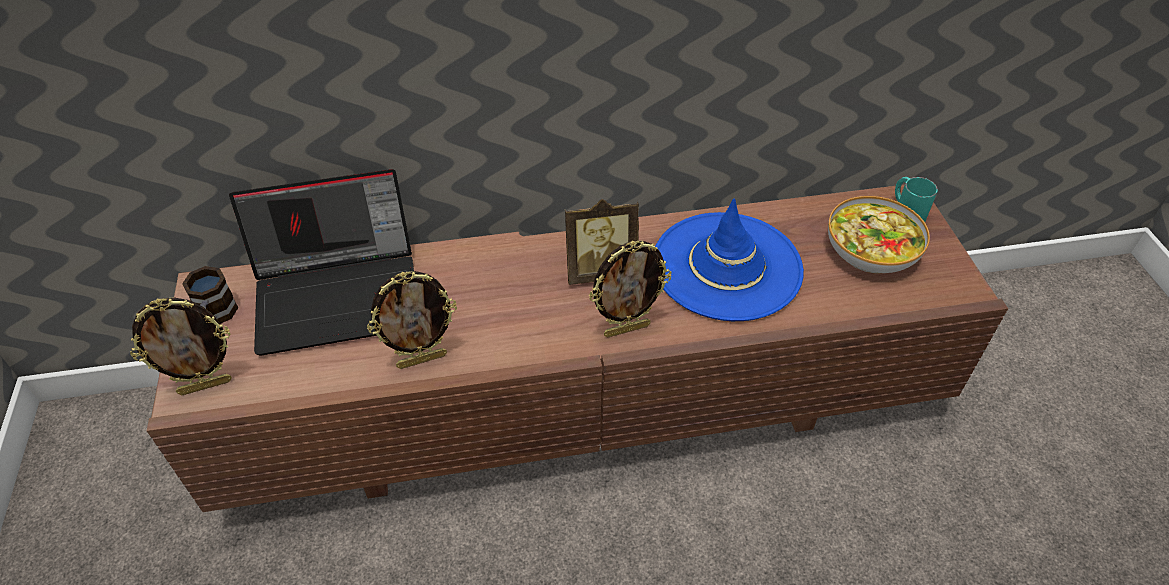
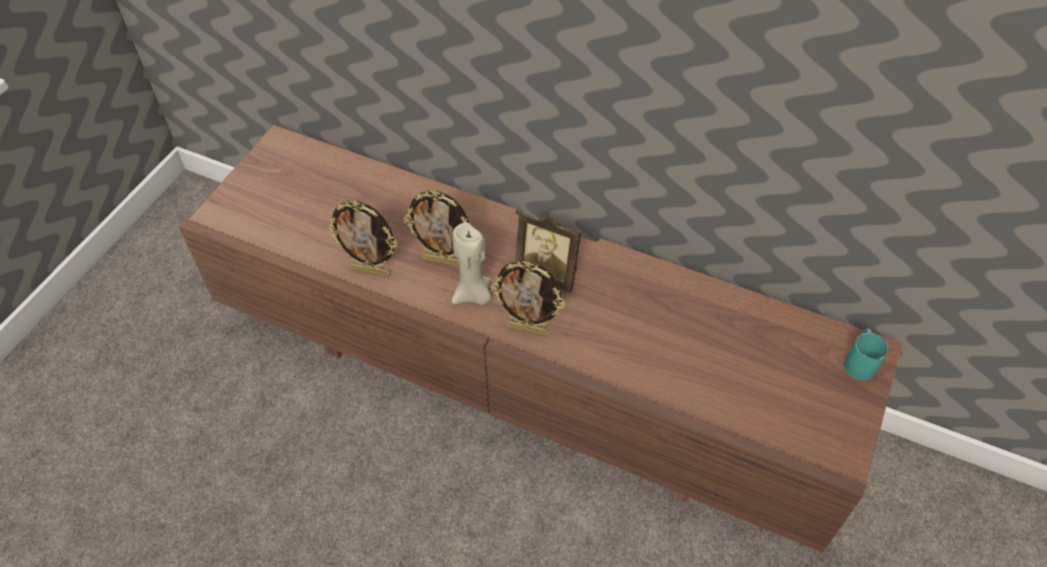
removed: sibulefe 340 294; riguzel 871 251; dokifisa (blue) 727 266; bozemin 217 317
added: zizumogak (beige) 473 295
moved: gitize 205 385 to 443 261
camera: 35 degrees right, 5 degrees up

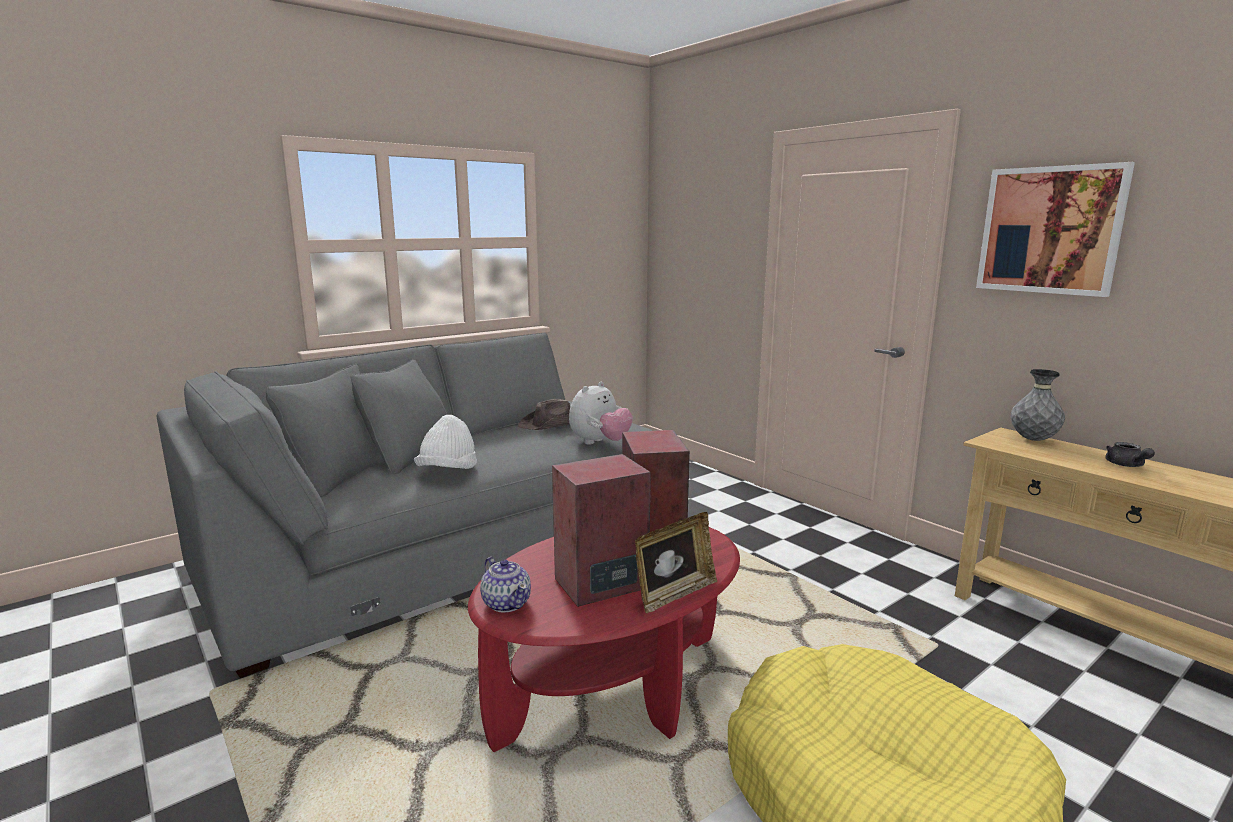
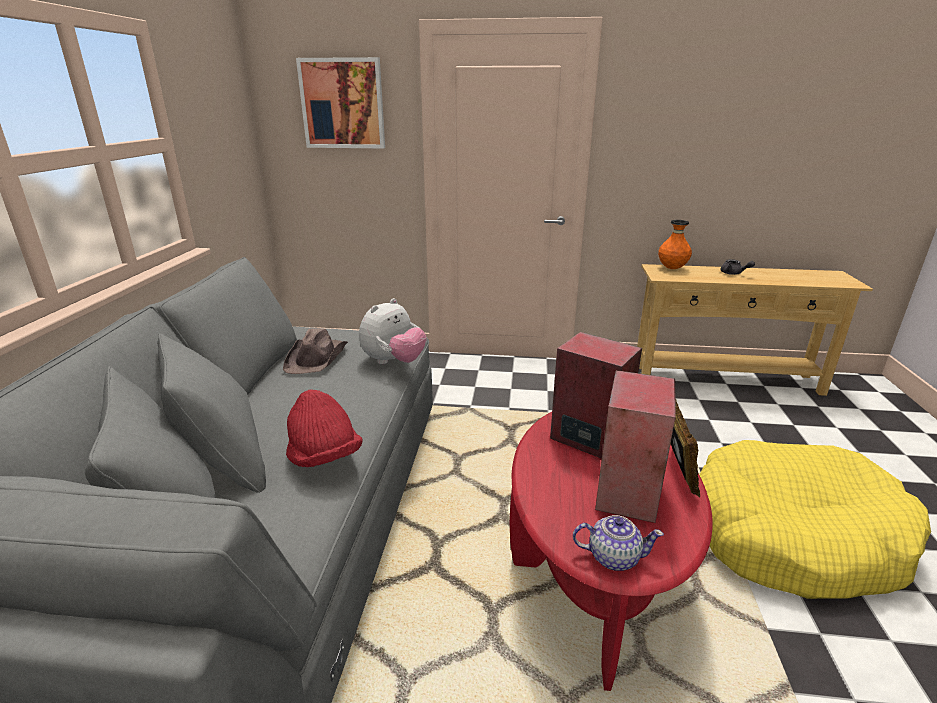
moved: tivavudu 1050 230 to 342 104
recoloured: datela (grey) 1033 439 to datela (orange) 672 268; dokifisa (white) 448 472 to dokifisa (red) 324 457
turned: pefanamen 600 443 = 394 362 45 degrees clockwise
camera: 45 degrees left, 10 degrees up

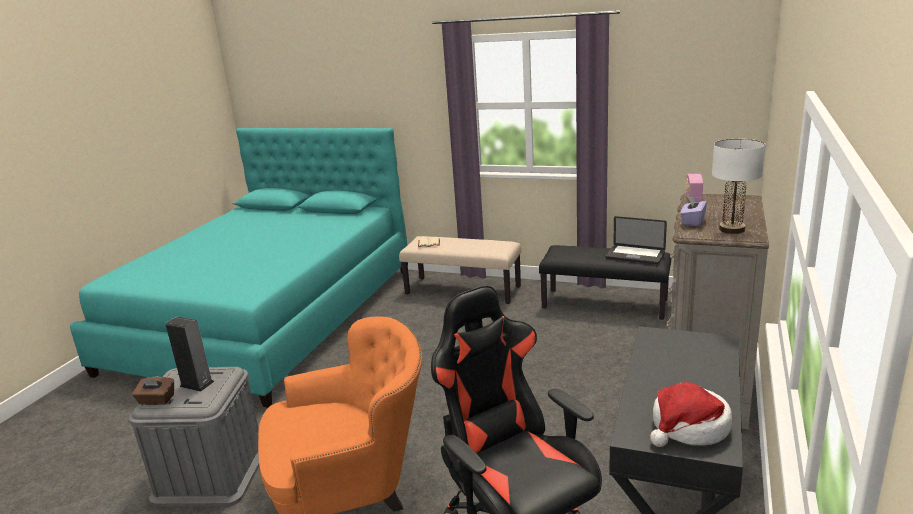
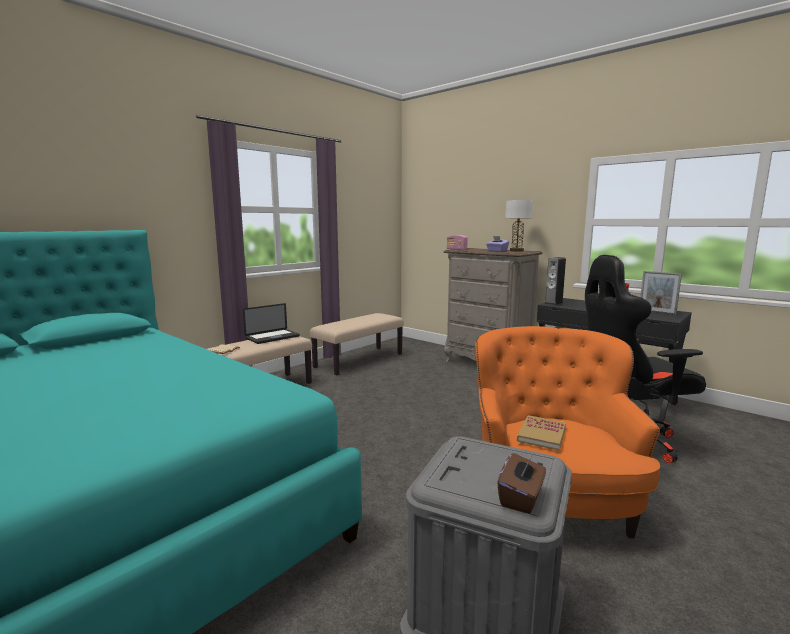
added: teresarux 541 434
moved: sibulefe 635 255 to 272 337; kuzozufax 197 384 to 553 303
replaced: dokifisa 689 427 to gitize 657 312
recoloured: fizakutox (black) 605 304 to fizakutox (beige) 359 360
camera: 70 degrees left, 10 degrees down

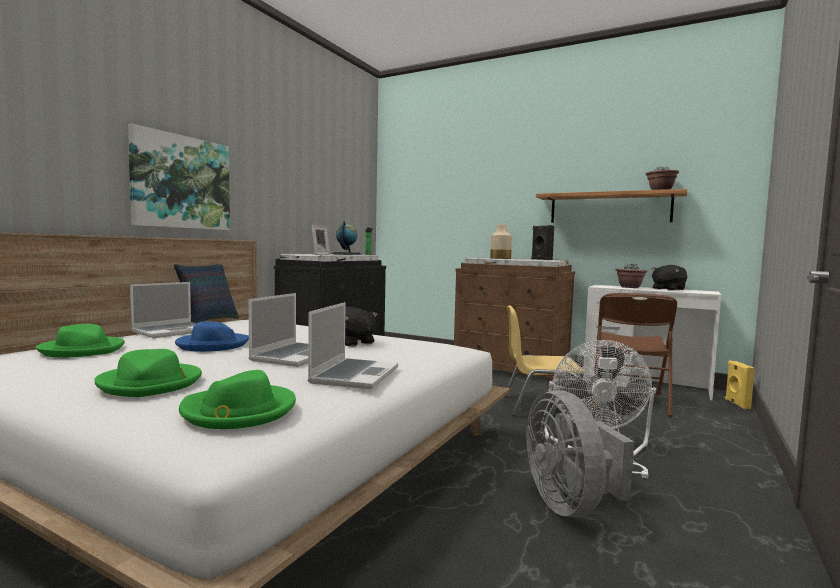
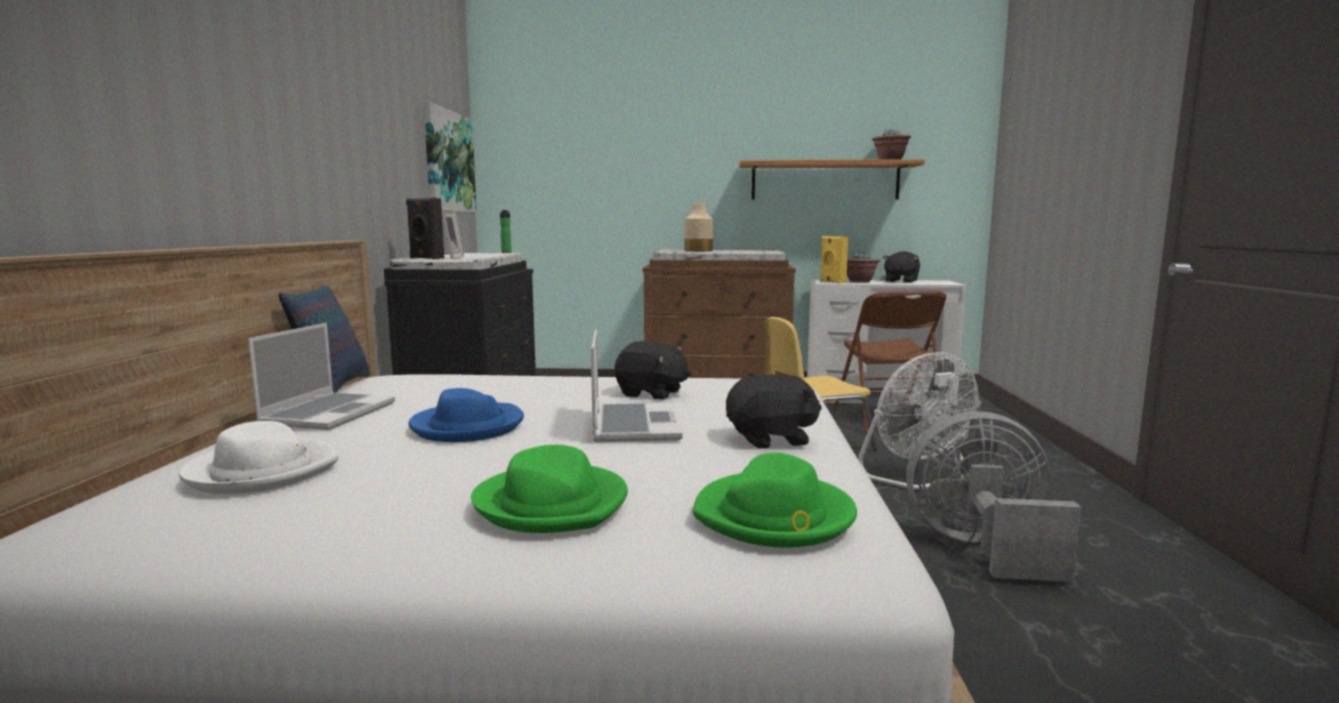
removed: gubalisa 346 254
moved: tivavudu 181 182 to 448 162; kuzozufax (black) 541 259 to 425 258; kuzozufax (yellow) 736 404 to 831 282
replaced: sibulefe 354 375 to pefanamen (black) 771 439
recoloured: dokifisa (green) 83 350 to dokifisa (white) 262 471
turned: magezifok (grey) 570 504 = 981 548 135 degrees clockwise
camera: 25 degrees left, 5 degrees up

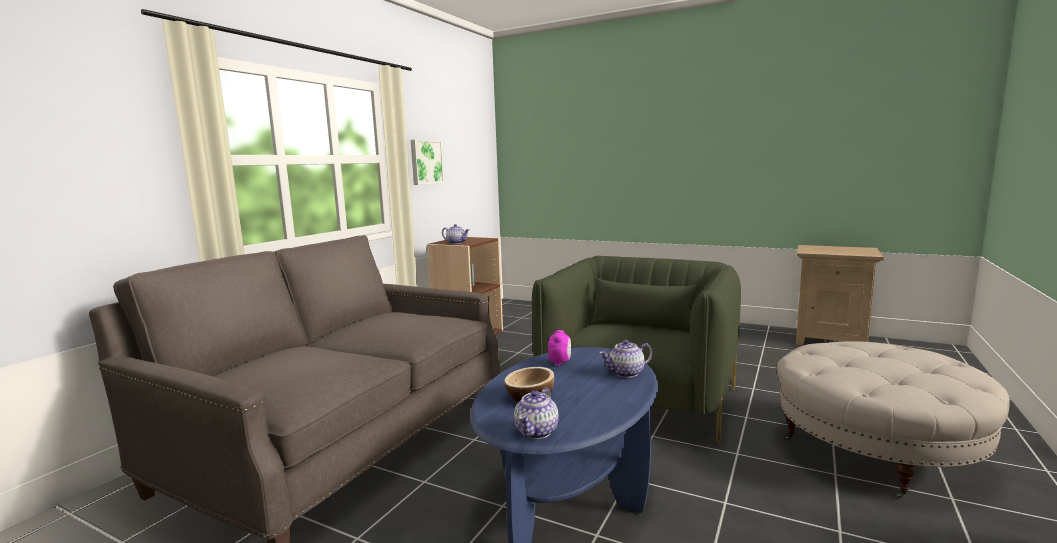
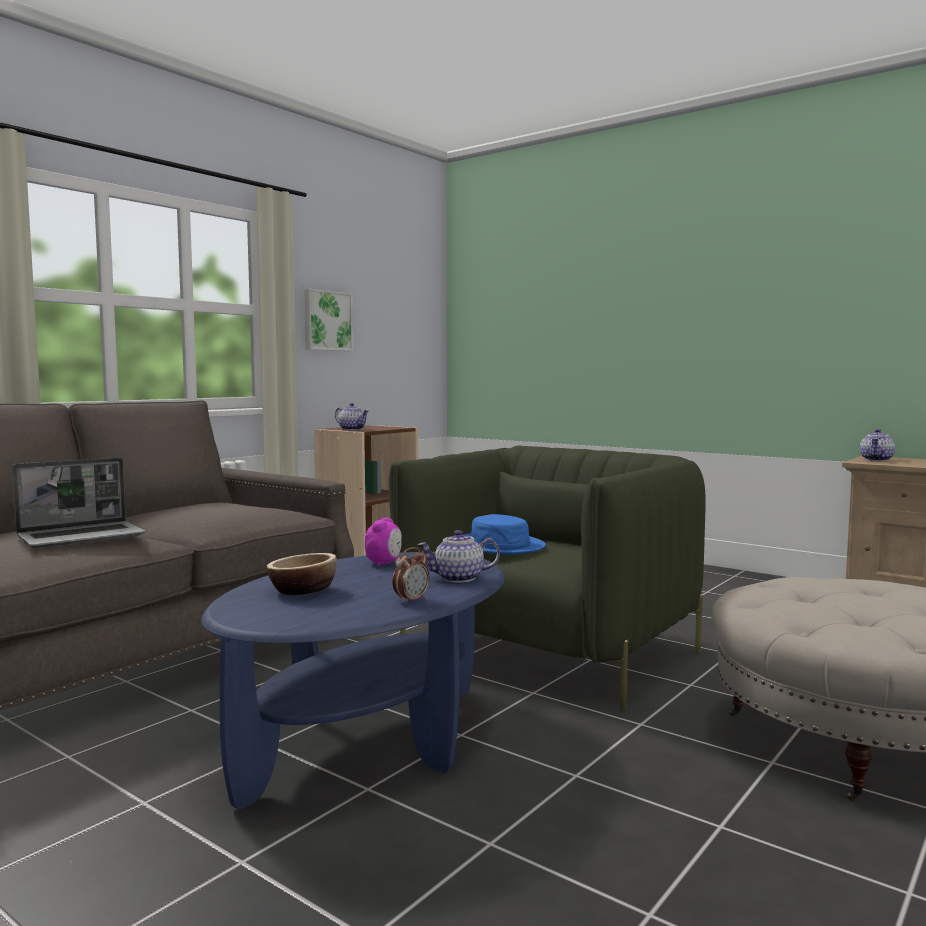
added: sibulefe 82 537; dokifisa (blue) 500 545; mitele 411 600
moved: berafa 537 432 to 877 459
camera: 10 degrees right, 5 degrees down

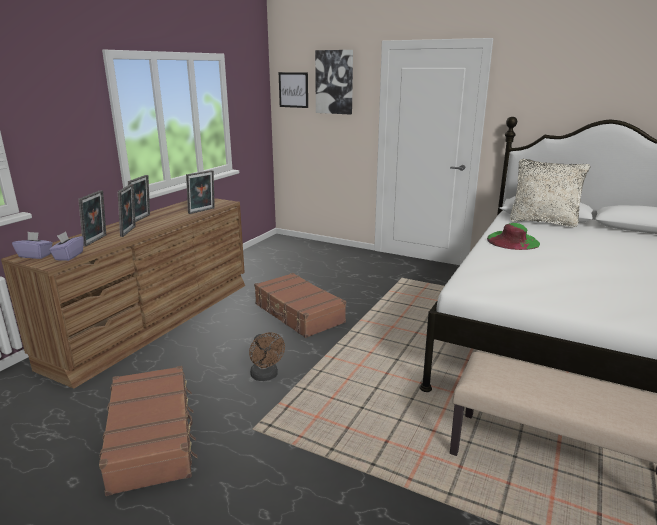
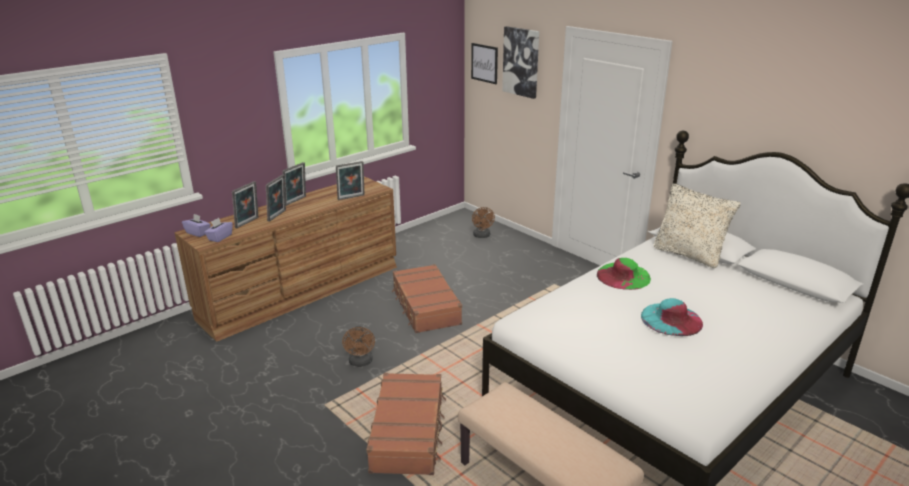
added: magezifok (brown) 482 236; dokifisa (turquoise) 671 319
moved: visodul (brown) 152 437 to 408 432
camera: 20 degrees right, 5 degrees up

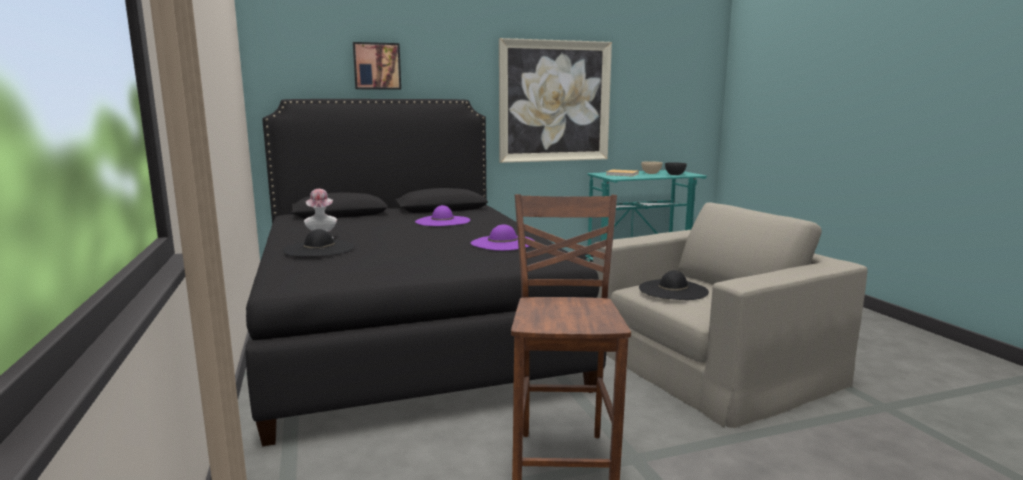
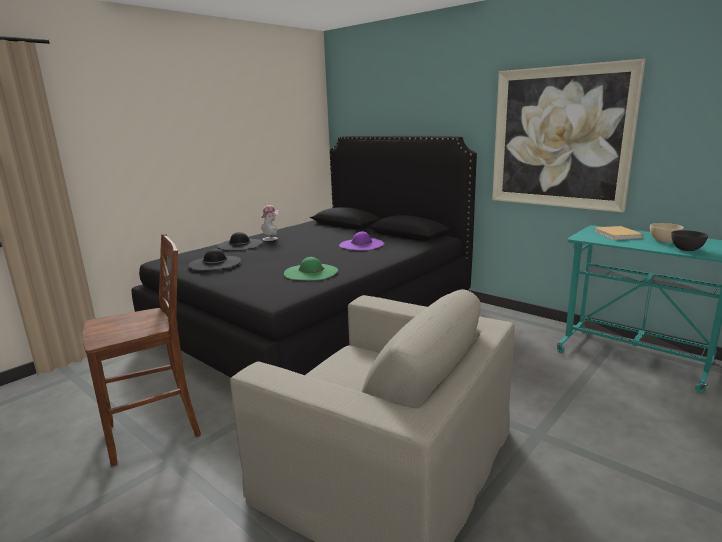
removed: tivavudu 377 66
moved: dokifisa (black) 673 290 to 215 263
recoloured: dokifisa (purple) 503 243 to dokifisa (green) 311 272
camera: 60 degrees right, 5 degrees up

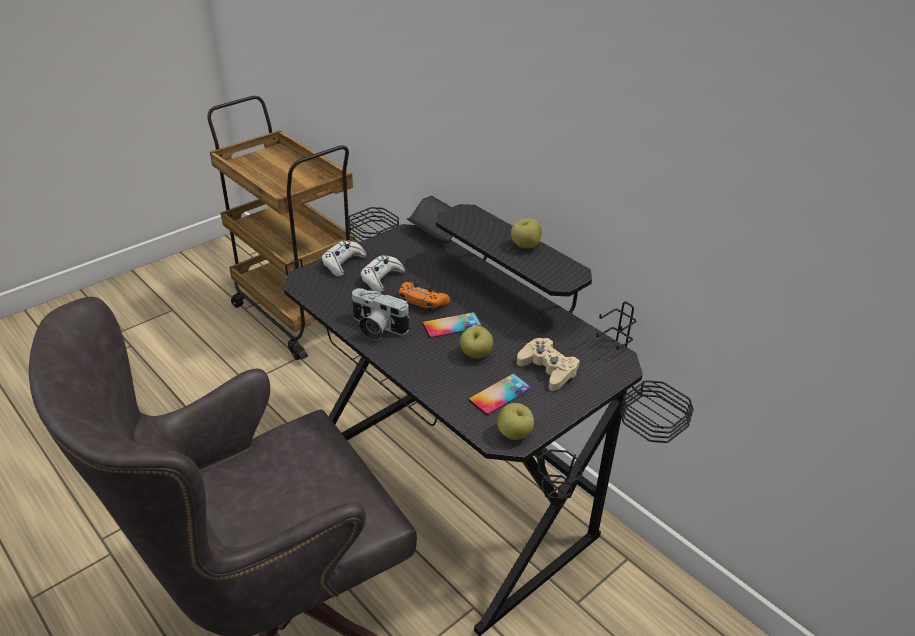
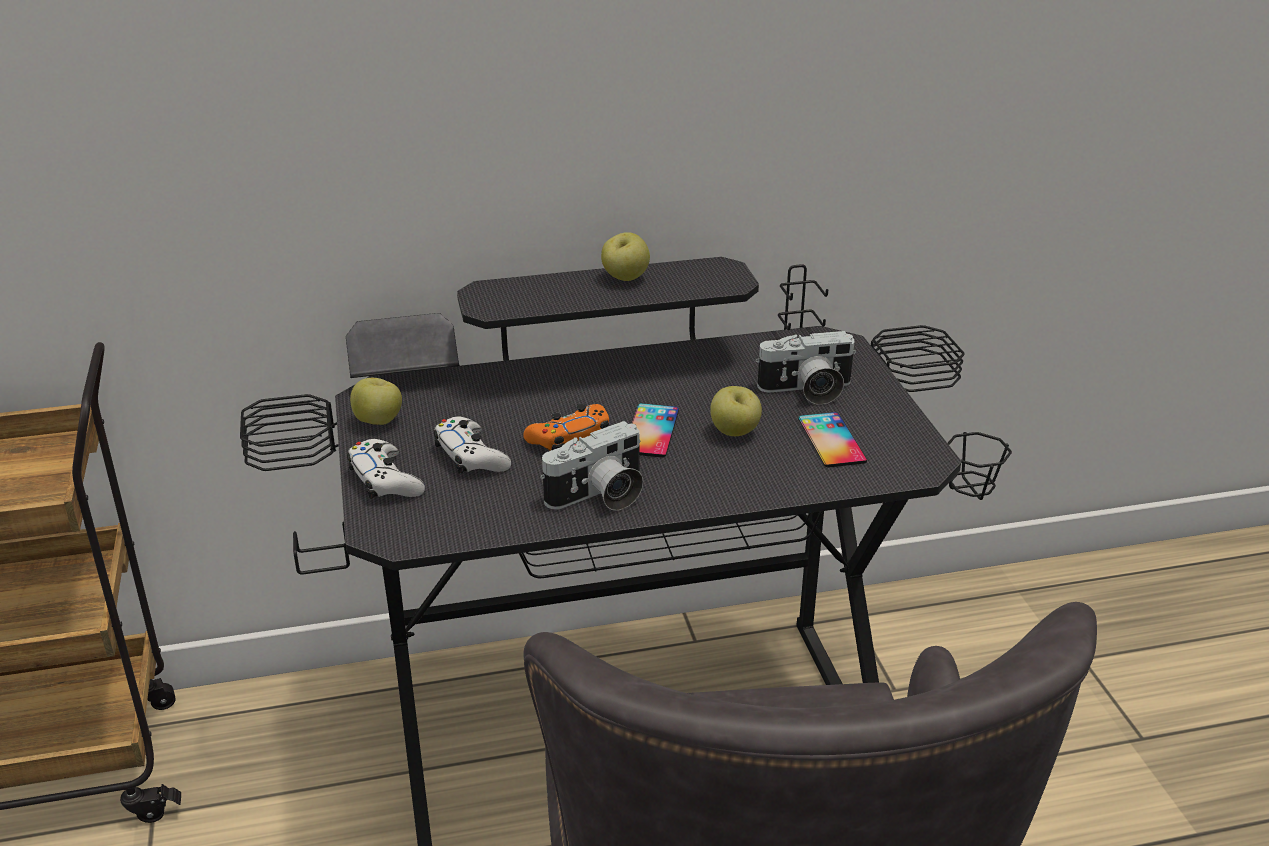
moved: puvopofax 514 434 to 378 422
replaced: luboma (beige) 548 369 to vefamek 807 391
camera: 60 degrees left, 5 degrees down

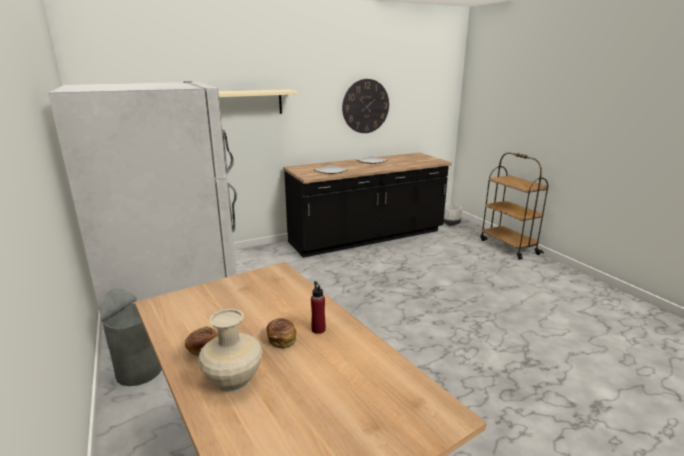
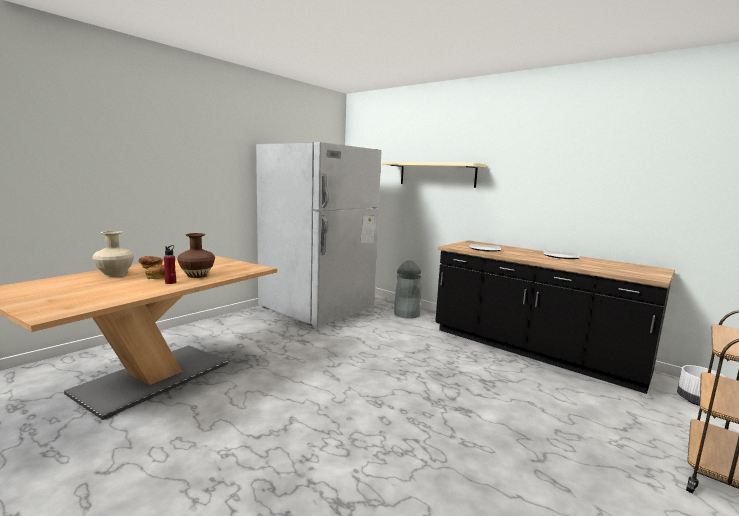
removed: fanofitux 365 106
added: datela (brown) 197 275
moved: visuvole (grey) 139 371 to 407 314
camera: 65 degrees right, 10 degrees down

